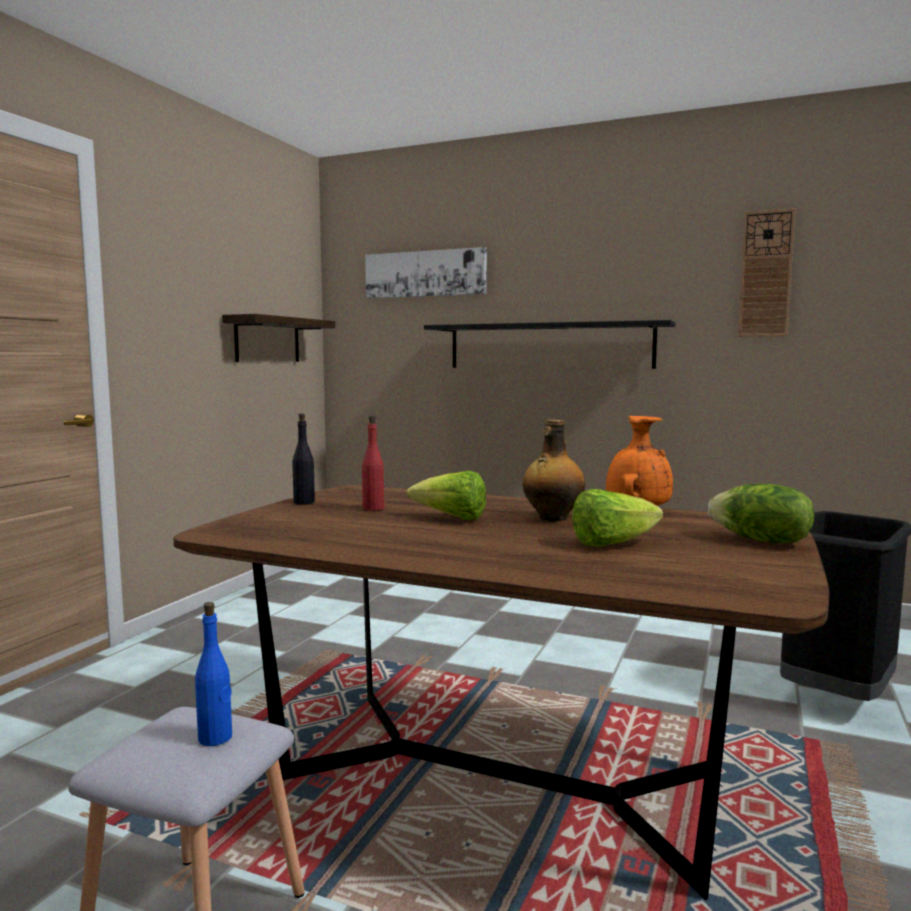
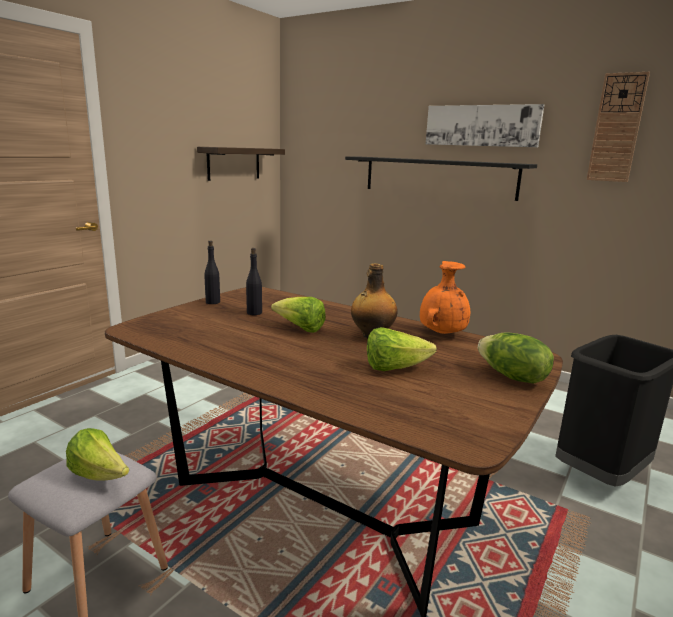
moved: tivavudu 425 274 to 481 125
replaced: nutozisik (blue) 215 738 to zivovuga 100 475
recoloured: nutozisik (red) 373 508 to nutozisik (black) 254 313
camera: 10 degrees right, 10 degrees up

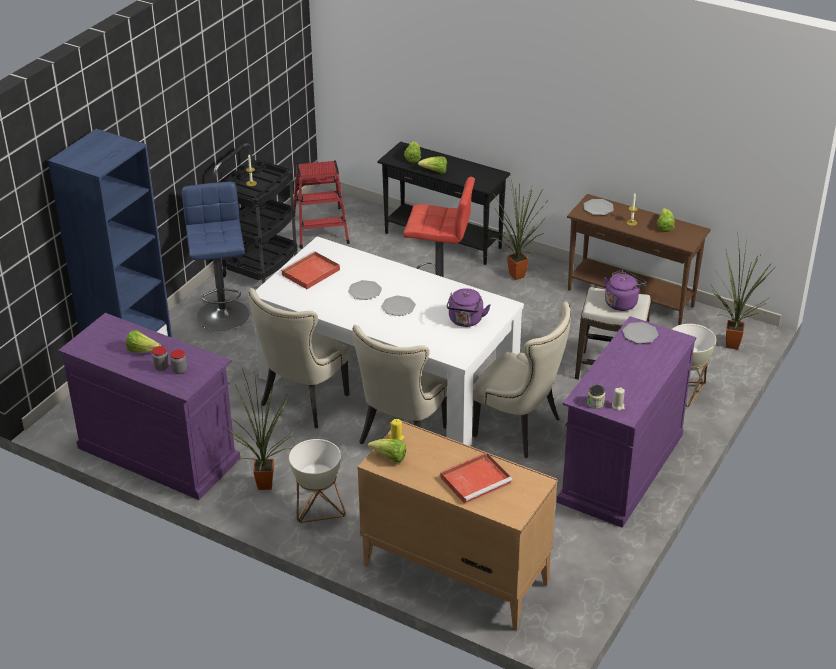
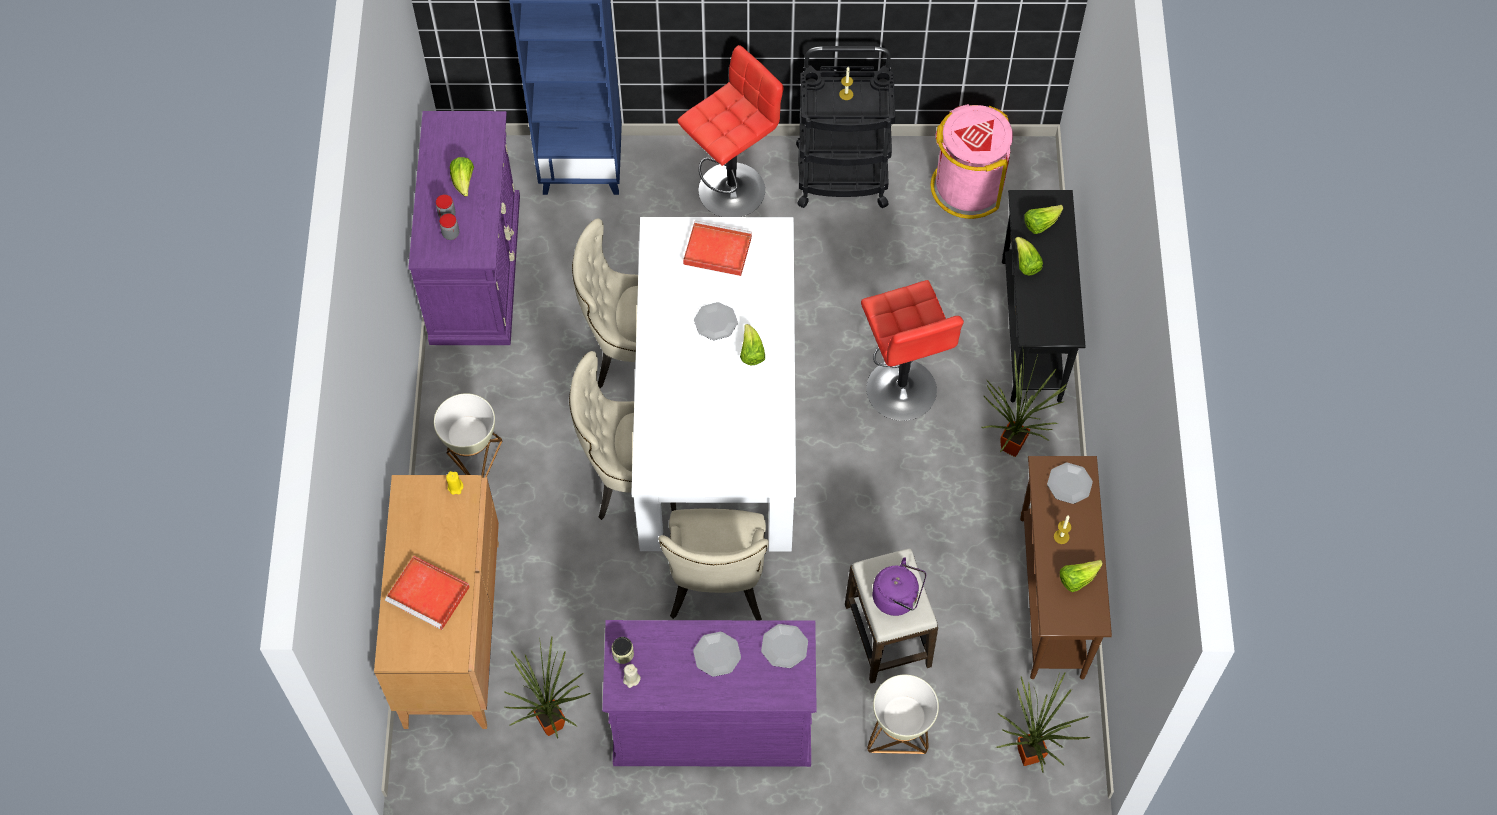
removed: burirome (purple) 465 321
moved: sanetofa 398 307 to 717 654; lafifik 266 483 to 556 724; zivovuga 389 458 to 751 352
replaced: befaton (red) 320 227 to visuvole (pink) 967 187
recoloured: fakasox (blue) 223 315 to fakasox (red) 732 190
camera: 60 degrees right, 25 degrees up

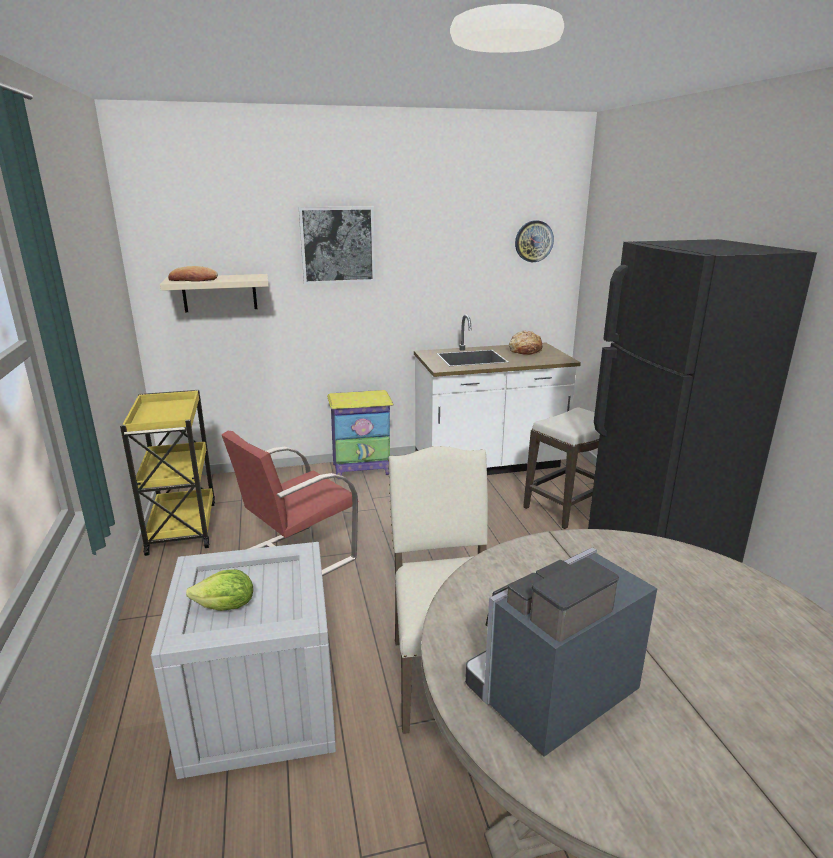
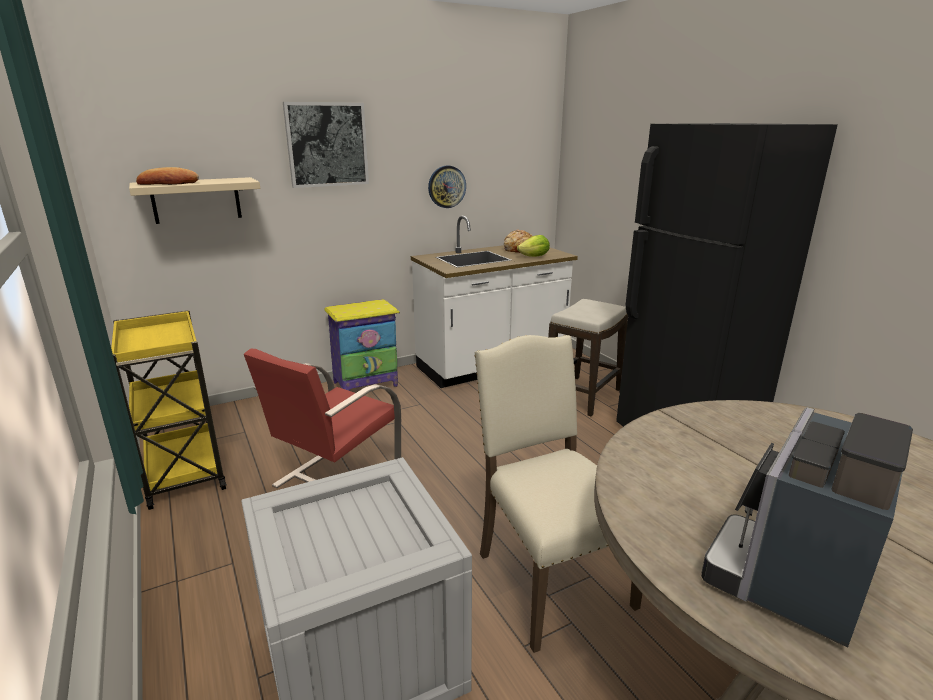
moved: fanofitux 533 241 to 446 186; zivovuga 226 607 to 534 257
camera: 15 degrees left, 0 degrees up

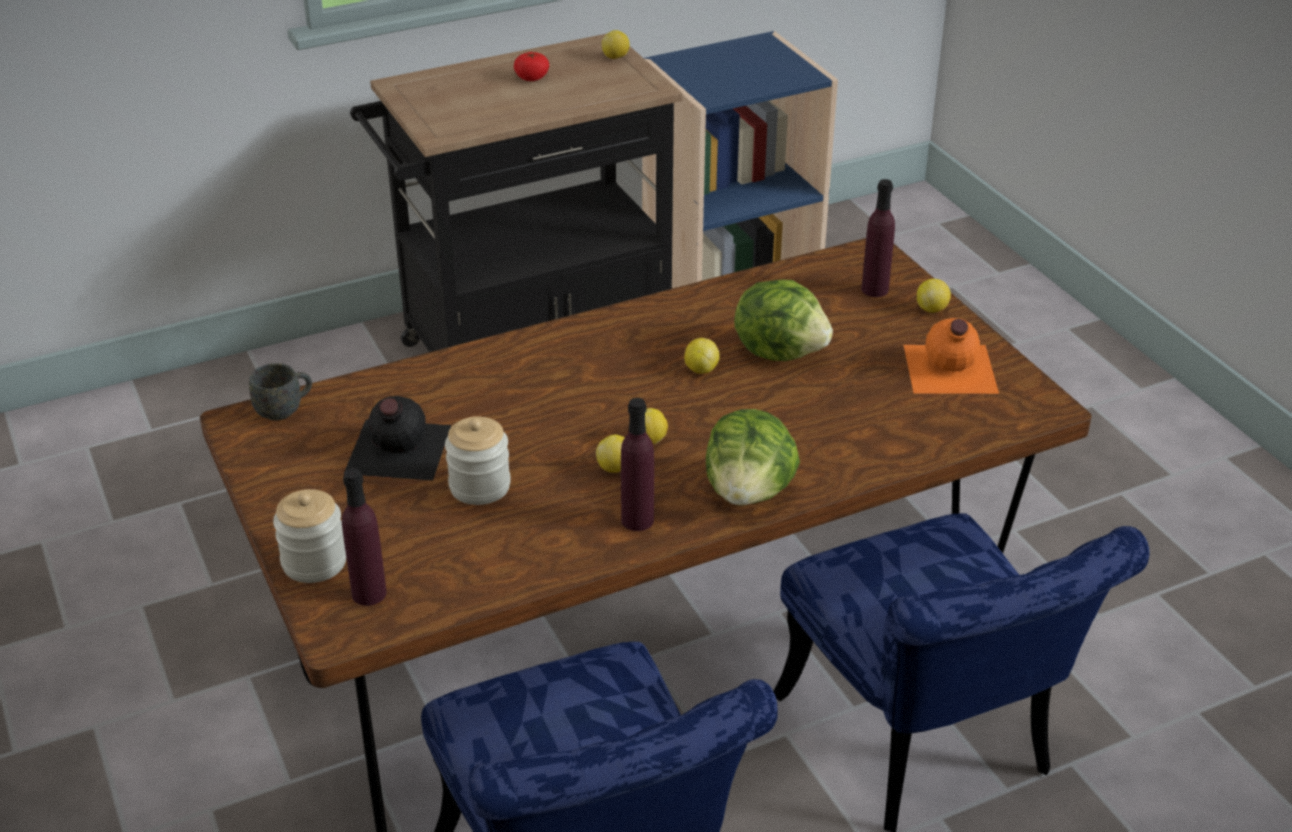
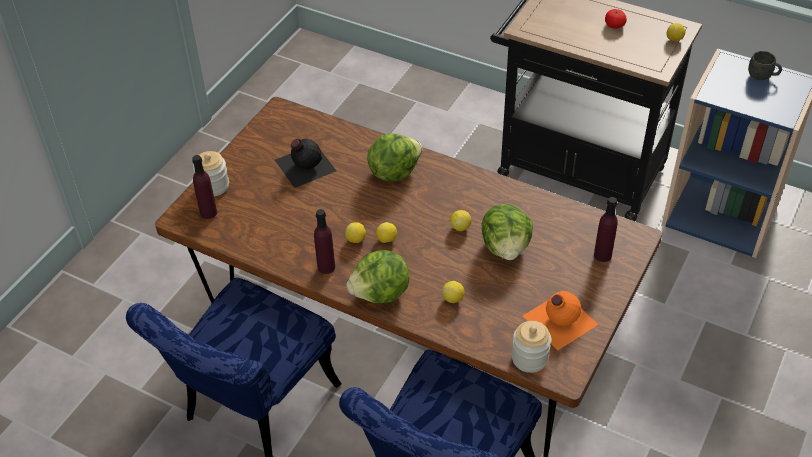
added: zivovuga 393 171
moved: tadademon 931 309 to 453 299; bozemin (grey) 285 409 to 762 76; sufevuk 480 486 to 529 358
camera: 55 degrees right, 10 degrees up

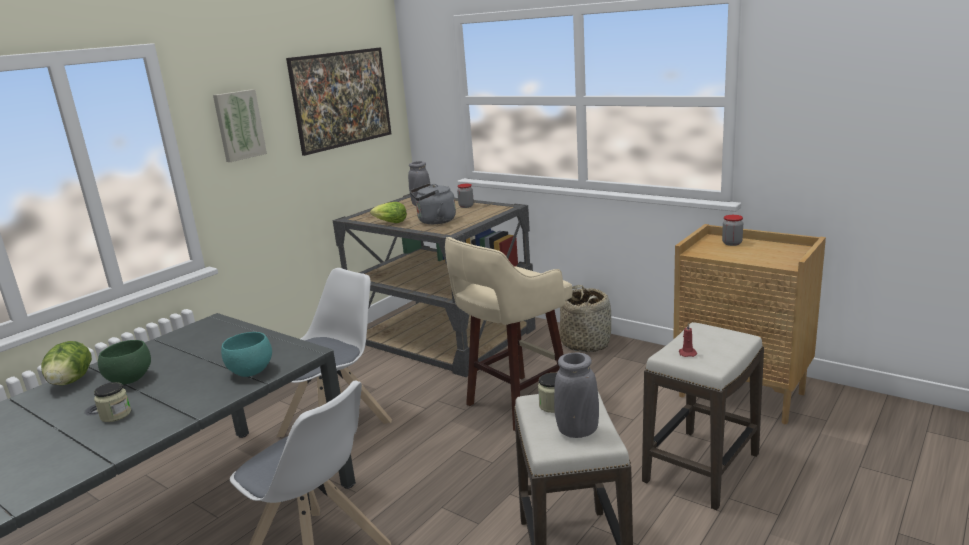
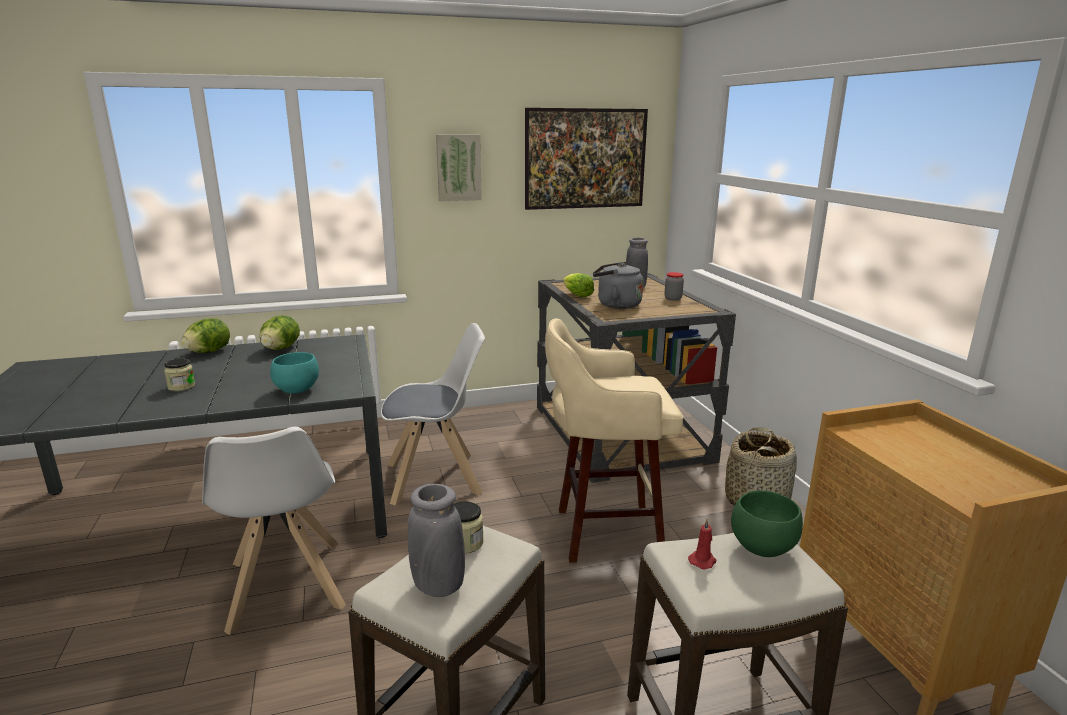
removed: sufevuk 732 243
added: zivovuga 280 348
moved: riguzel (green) 128 380 to 760 547
camera: 35 degrees right, 0 degrees up

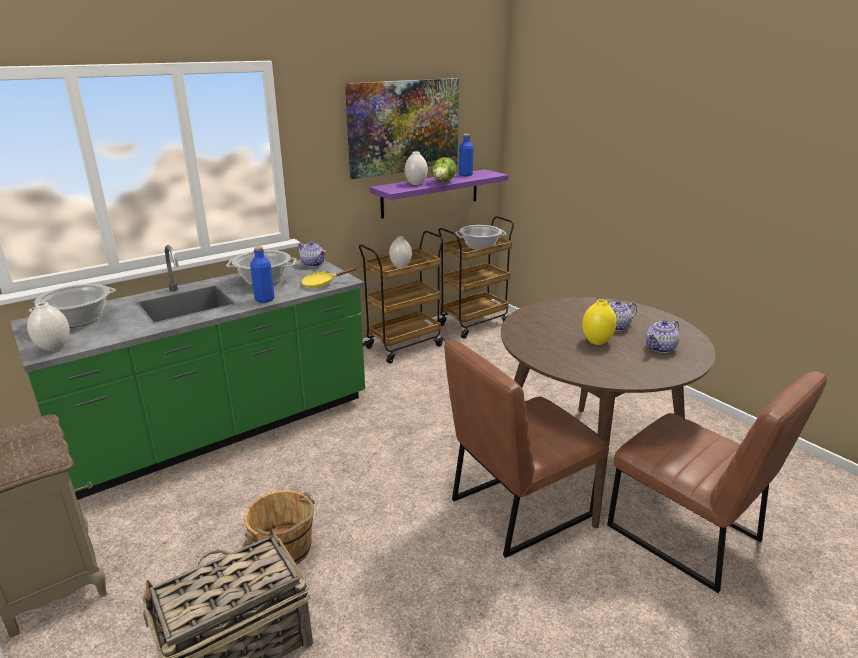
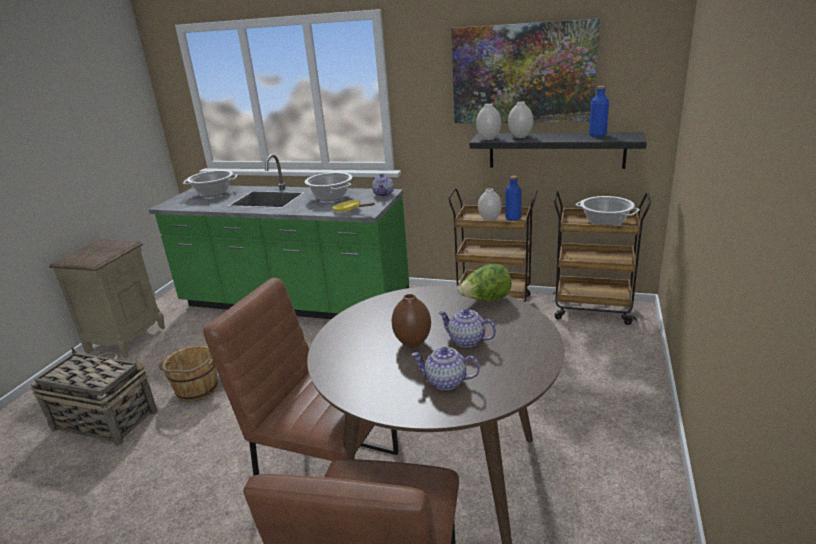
moved: zivovuga 443 182 to 486 300; nutozisik (blue) 264 299 to 513 218; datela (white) 54 348 to 488 139
recoloured: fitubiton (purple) 430 193 to fitubiton (black) 556 150; datela (yellow) 597 341 to datela (brown) 413 343
camera: 55 degrees right, 0 degrees up

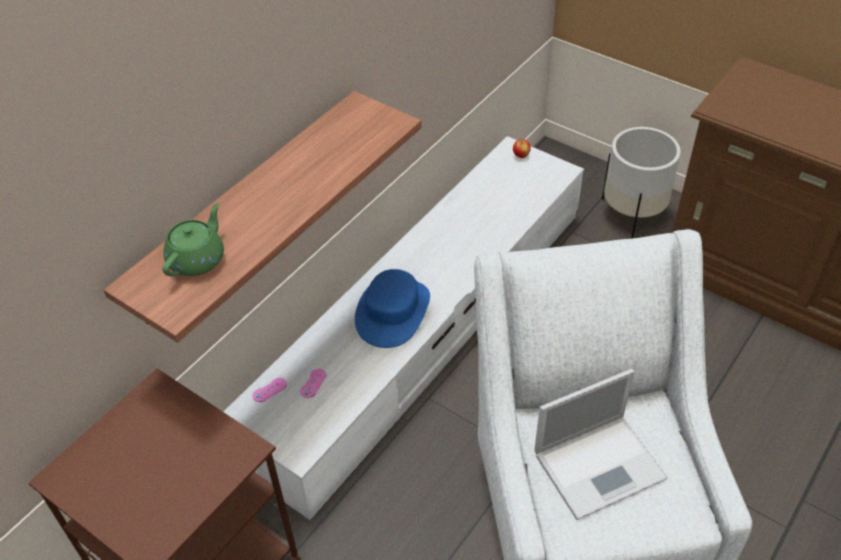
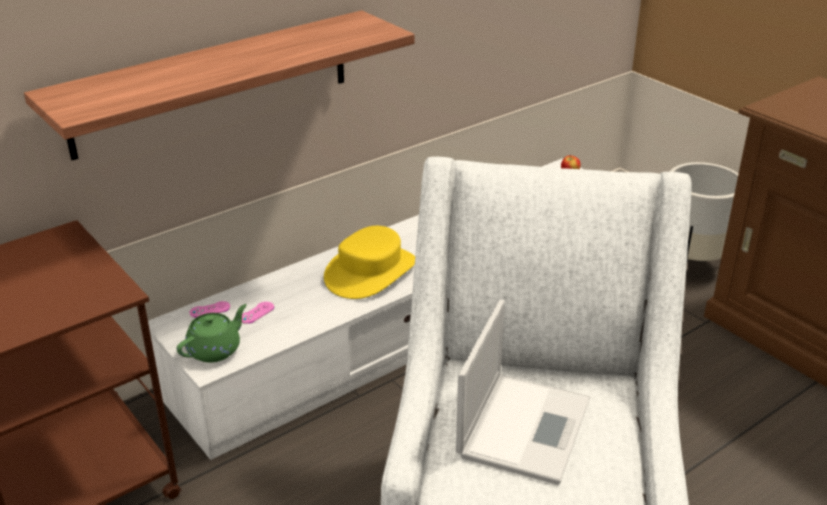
moved: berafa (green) 197 259 to 215 350
recoloured: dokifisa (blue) 392 312 to dokifisa (yellow) 370 271
turned: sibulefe 601 465 = 524 425 60 degrees counterclockwise
camera: 15 degrees right, 15 degrees down

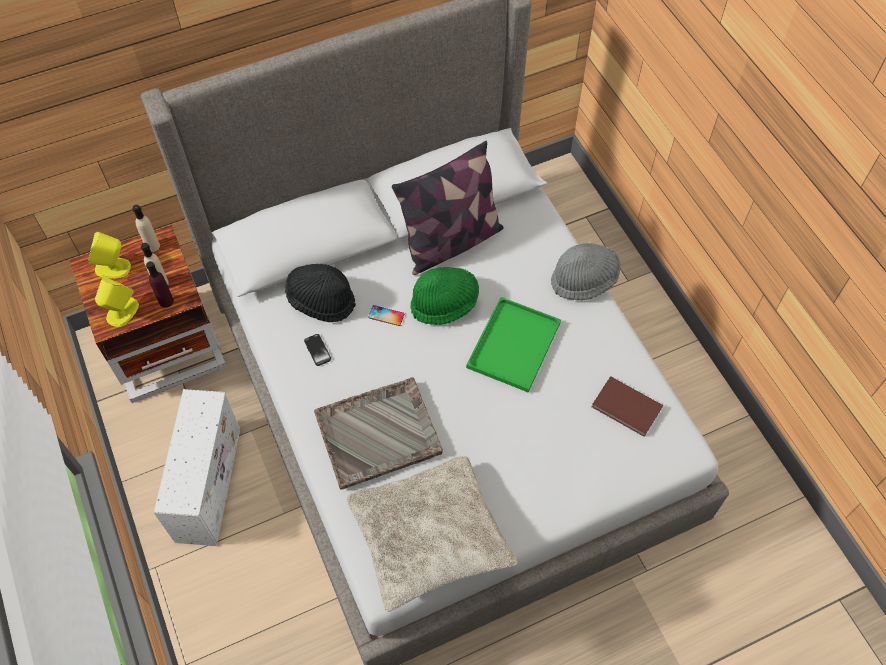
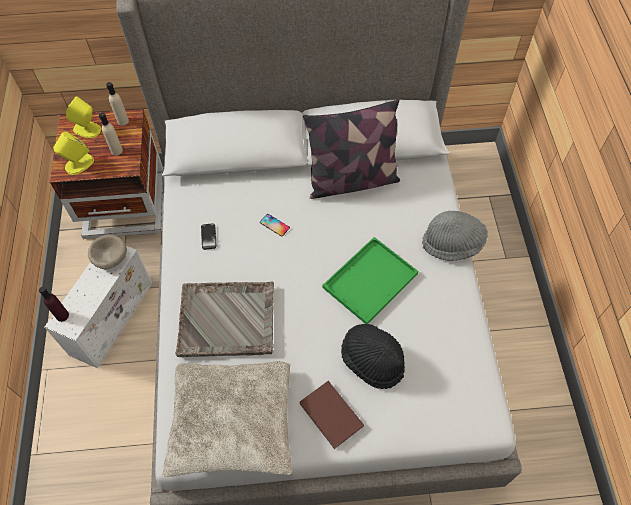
removed: dokifisa (green) 444 304
added: riguzel (beige) 110 258
moved: nutozisik (purple) 166 301 to 62 315; dokifisa (black) 321 300 to 372 361; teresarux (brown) 626 409 to 330 416
camera: 20 degrees right, 0 degrees up

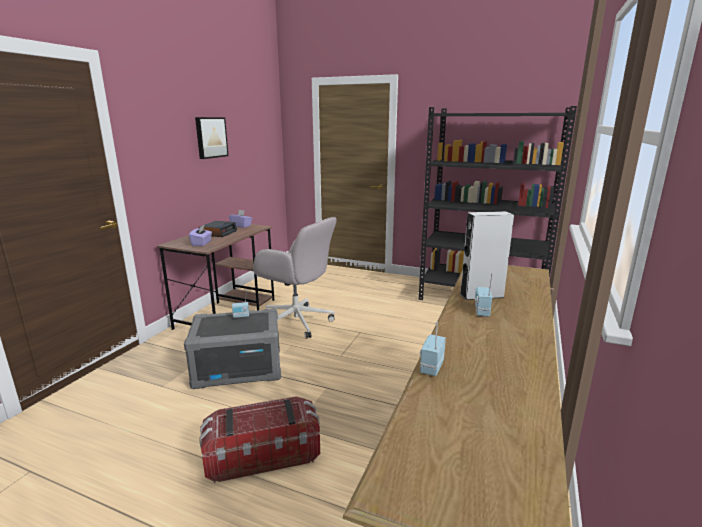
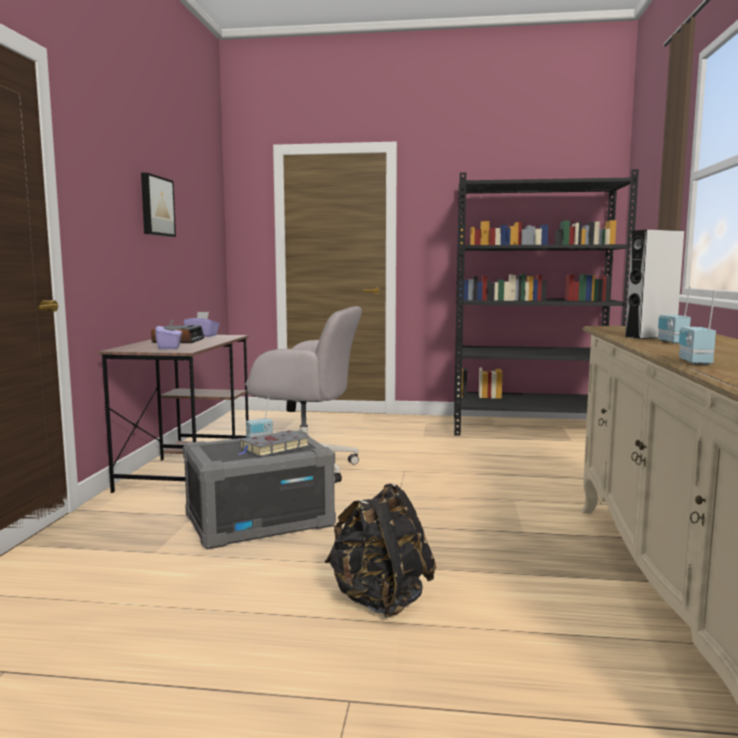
added: teresarux (grey) 273 448
replaced: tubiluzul 263 455 to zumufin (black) 379 600
camera: 15 degrees left, 10 degrees down

